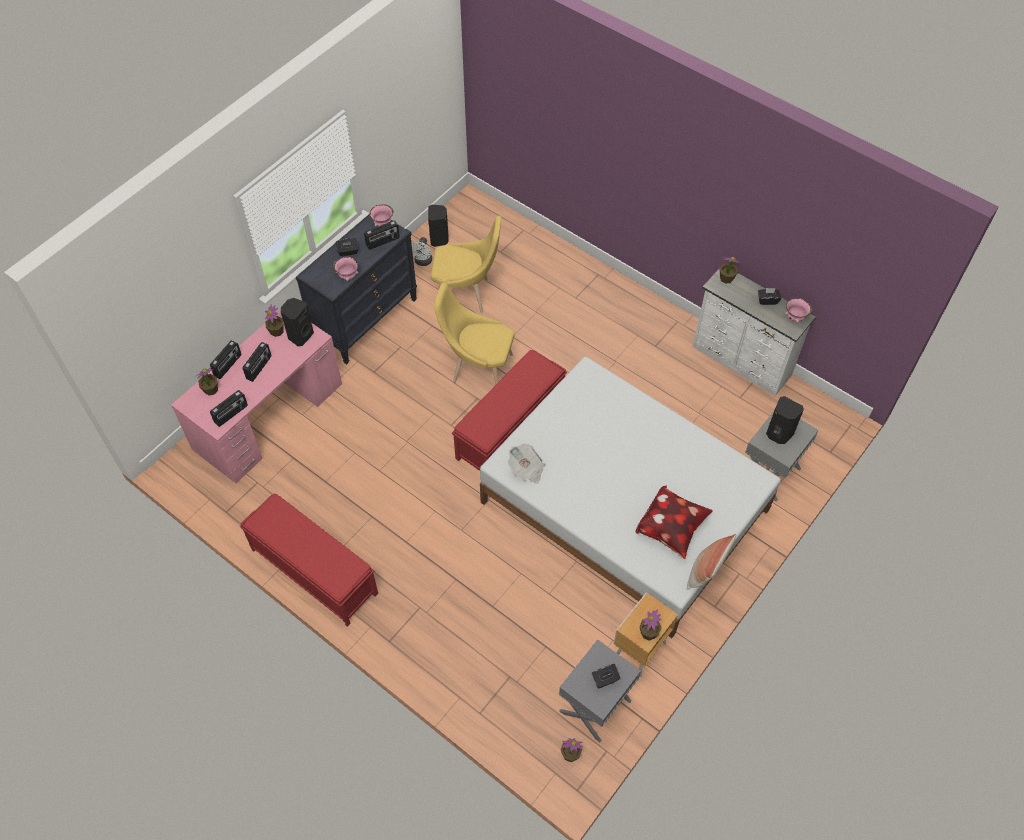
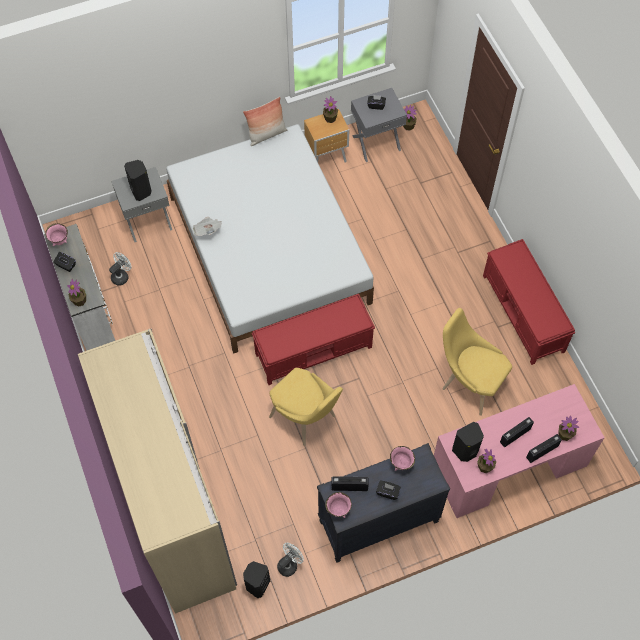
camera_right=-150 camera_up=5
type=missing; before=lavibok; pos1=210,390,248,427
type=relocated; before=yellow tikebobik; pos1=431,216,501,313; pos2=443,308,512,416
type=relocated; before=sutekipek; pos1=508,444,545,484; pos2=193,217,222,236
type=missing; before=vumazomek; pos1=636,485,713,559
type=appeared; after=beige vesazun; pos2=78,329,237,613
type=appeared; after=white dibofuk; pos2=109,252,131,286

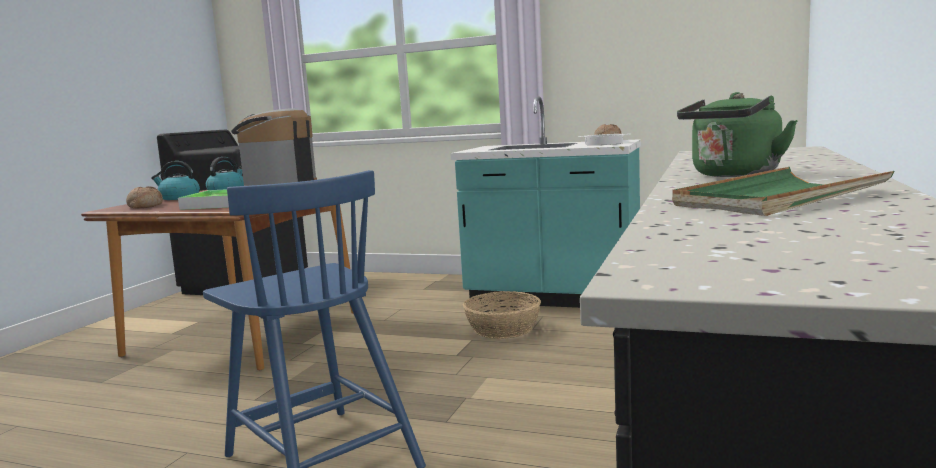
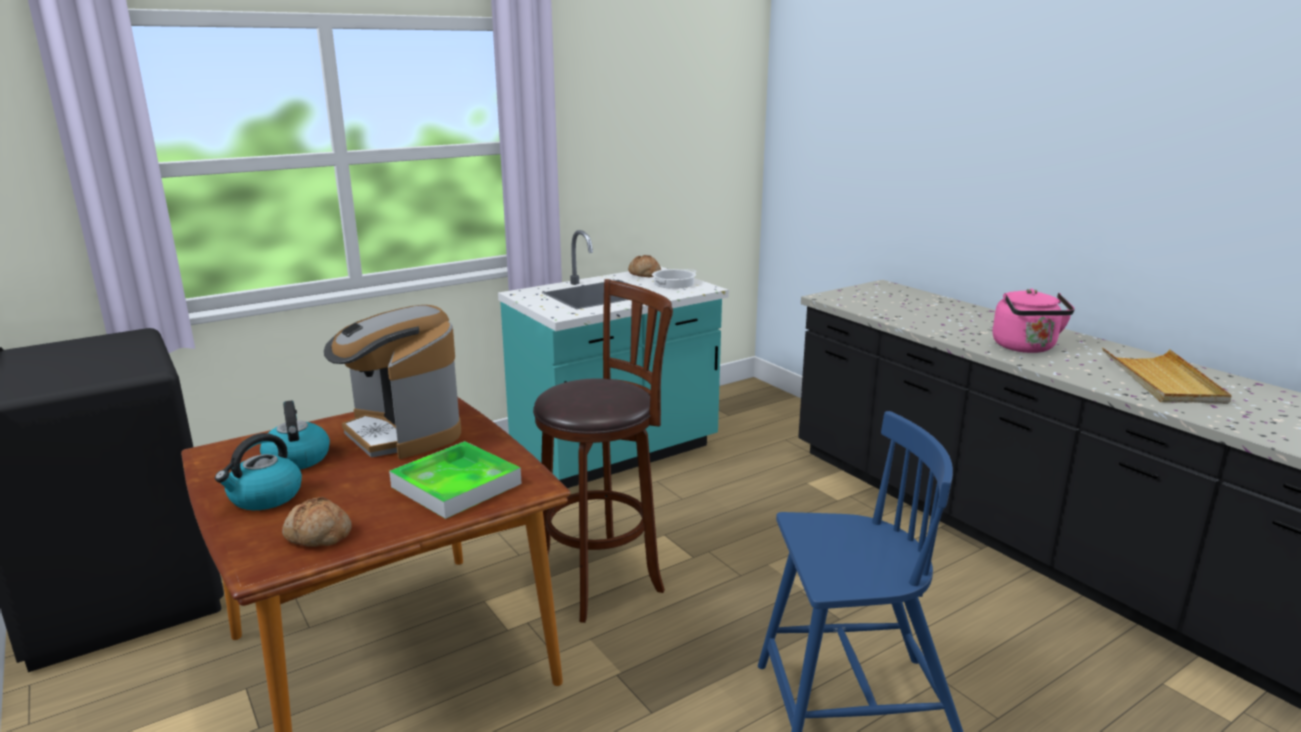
camera_right=-55 camera_up=10
type=missing; before=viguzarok; pos1=463,291,541,339
type=colour; before=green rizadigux; after=beige rizadigux; pos1=672,167,895,216; pos2=1102,348,1232,404
type=colour; before=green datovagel; after=pink datovagel; pos1=677,92,798,177; pos2=992,289,1075,353
type=appeared; after=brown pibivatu; pos2=533,279,673,623

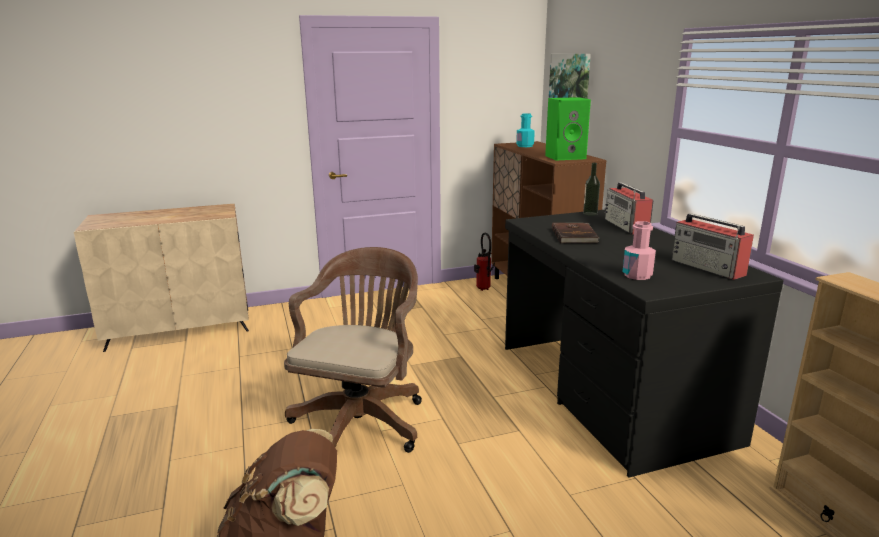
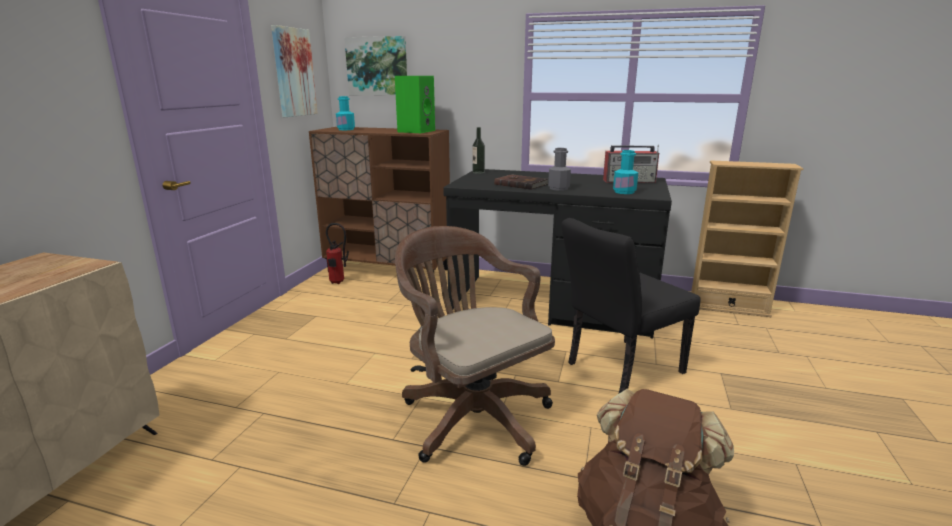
camera_right=-55 camera_up=0
type=missing; before=lavibok; pos1=604,182,653,235
type=colour; before=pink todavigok; after=turquoise todavigok; pos1=623,221,656,280; pos2=613,150,638,194
type=appeared; after=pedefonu; pos2=271,25,318,117
type=appeared; after=grey todavigok; pos2=548,148,571,191
type=appeared; after=black tikebobik; pos2=561,218,701,393

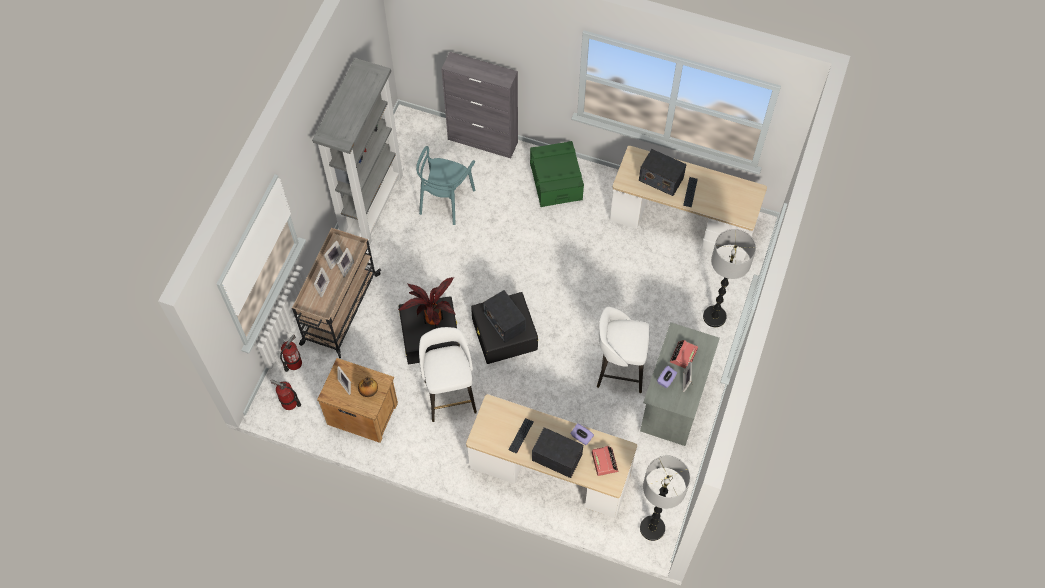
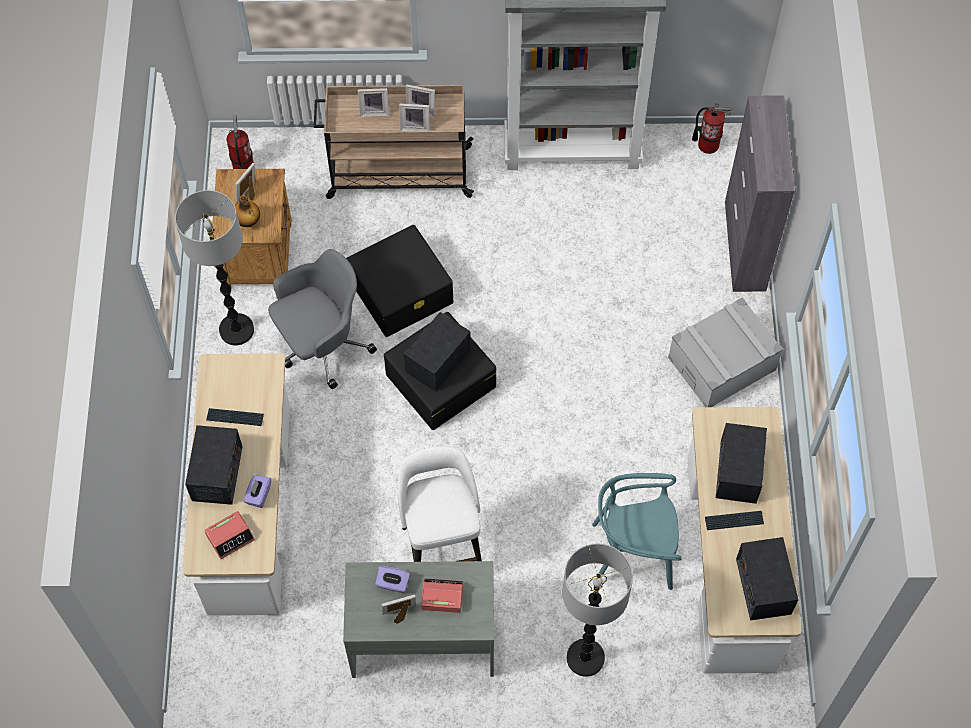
camera_right=70 camera_up=0
type=relocated; before=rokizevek; pos1=280,334,302,372; pos2=692,104,732,154
type=missing; before=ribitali; pos1=398,277,456,329
type=relocated; before=turquoise tikebobik; pos1=416,146,475,225; pos2=592,473,682,590
type=exchanged; before=white pibivatu; after=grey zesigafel; pos1=419,327,477,422; pos2=268,249,377,389
type=colour; before=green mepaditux; after=grey mepaditux; pos1=530,141,584,207; pos2=668,297,783,407
type=relocated; before=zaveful; pos1=640,456,690,541; pos2=175,190,254,345
type=appeared; after=lavibok; pos2=736,537,799,621

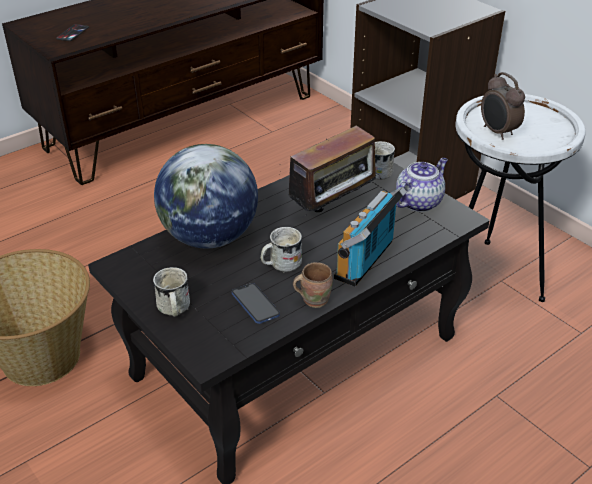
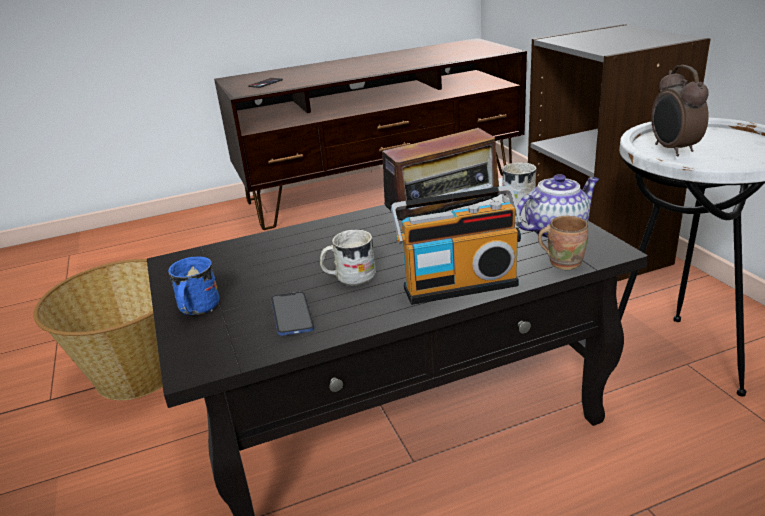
camera_right=20 camera_up=-10
type=colour; before=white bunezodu; after=blue bunezodu; pos1=153,267,190,317; pos2=168,256,219,315
type=missing; before=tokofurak; pos1=154,144,258,249
type=relocated; before=brown bunezodu; pos1=293,262,333,308; pos2=538,216,588,270
type=spun; before=lavibok; pos1=334,186,407,287; pos2=391,185,522,305; turn=-150

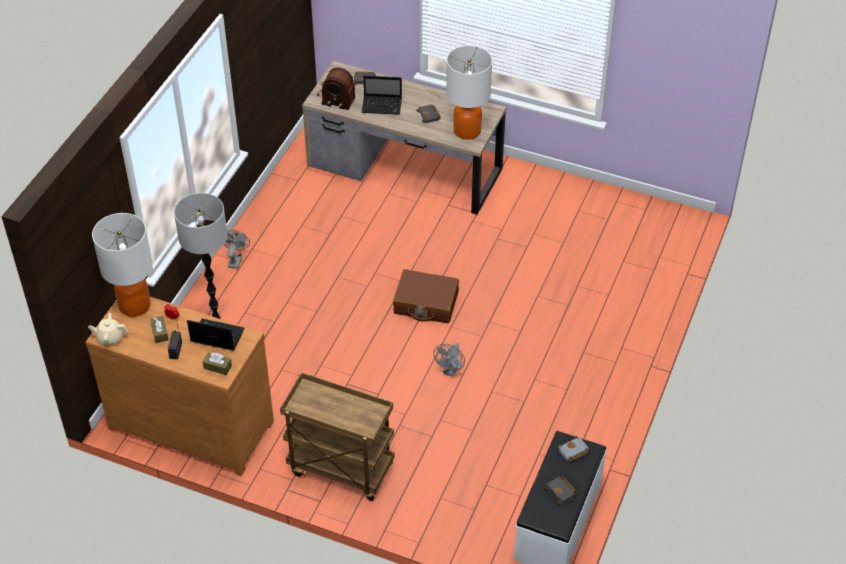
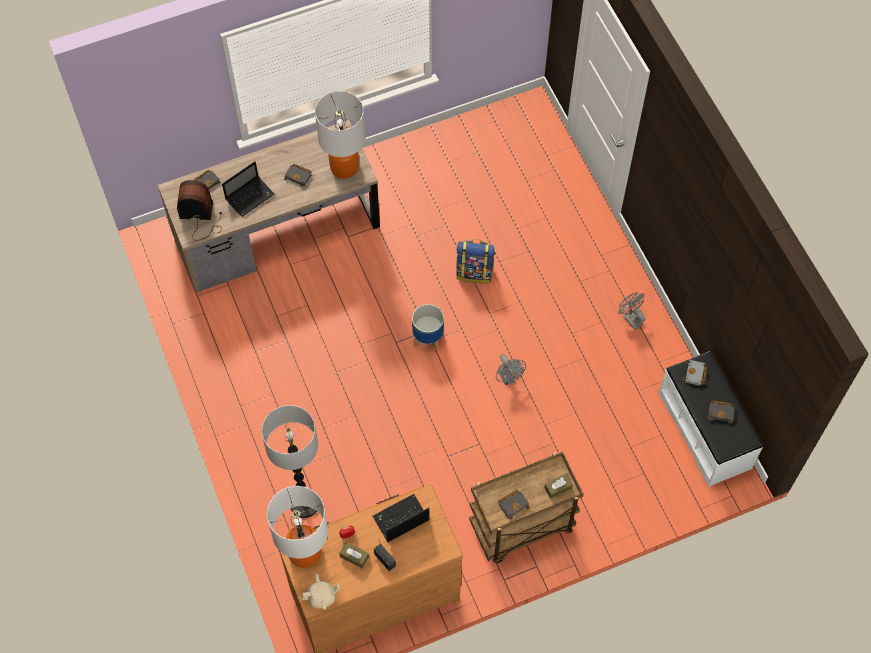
camera_right=-45 camera_up=15
type=spun; before=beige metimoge; pos1=88,313,128,345; pos2=301,573,340,610; turn=-150
type=relocated; before=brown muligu; pos1=203,353,232,375; pos2=544,474,573,499
type=relocated; before=grey dibofuk; pos1=224,230,250,269; pos2=618,293,646,330
type=spun; before=lavibok; pos1=317,68,355,110; pos2=177,180,222,240; turn=-150
type=exchanged; before=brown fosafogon; after=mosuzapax; pos1=393,269,459,323; pos2=412,304,444,351
type=appeared; after=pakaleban; pos2=456,239,495,283
type=appeared; after=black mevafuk; pos2=498,490,530,519

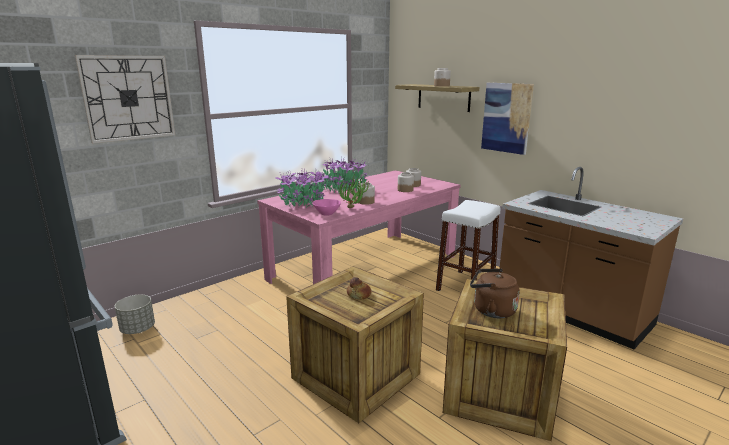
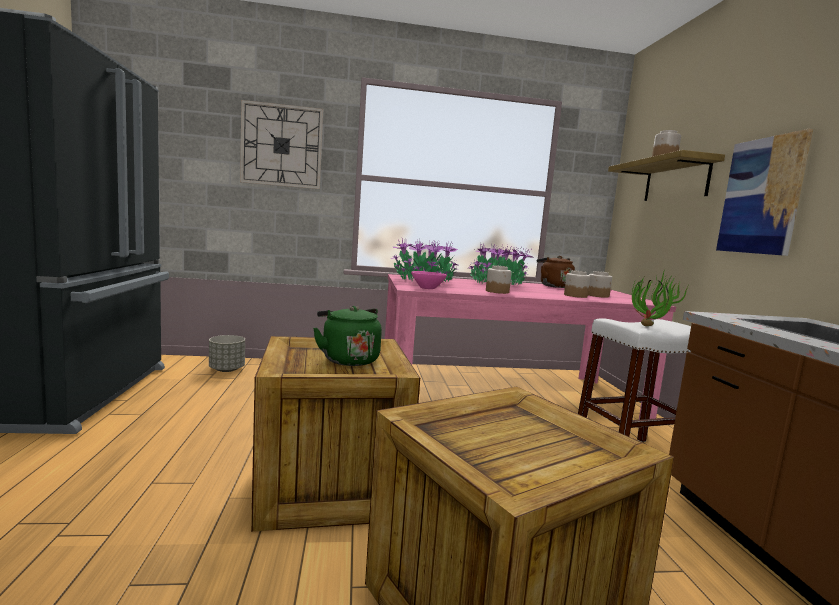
camera_right=35 camera_up=-10
type=relocated; before=ribitali; pos1=339,173,369,208; pos2=632,270,689,326
type=exchanged; before=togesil; after=green datovagel; pos1=347,277,371,300; pos2=313,306,382,366
type=relocated; before=brown datovagel; pos1=470,268,520,318; pos2=537,256,575,288

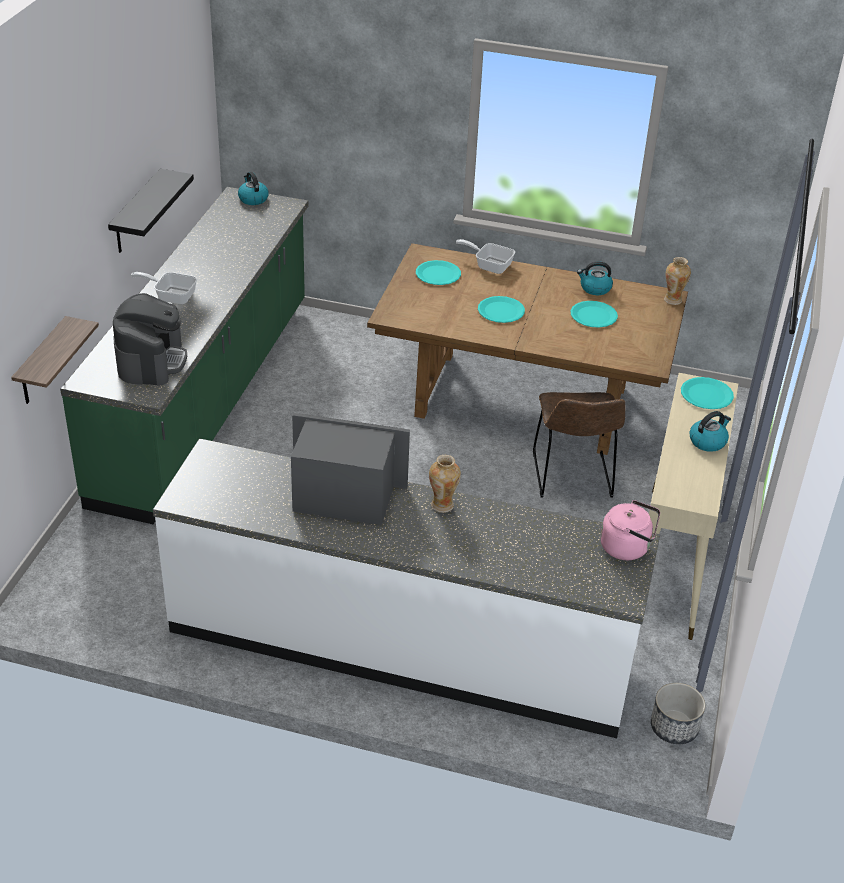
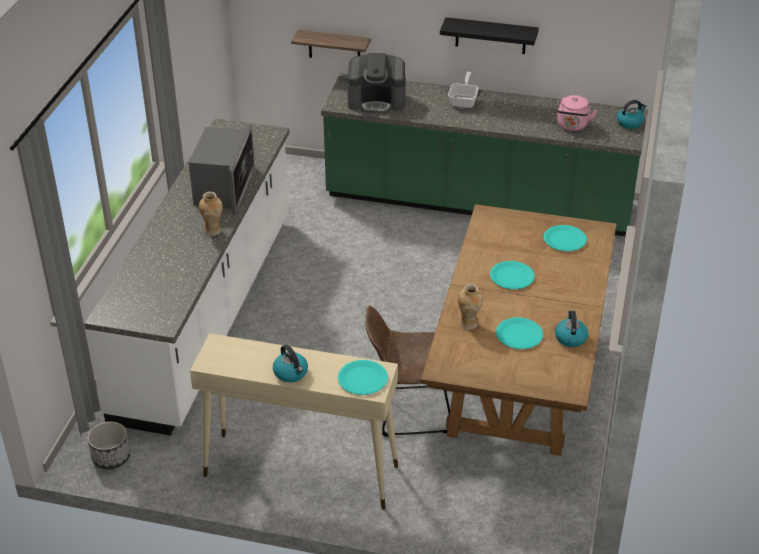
camera_right=90 camera_up=0
type=missing; before=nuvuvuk; pos1=456,239,515,274
type=relocated; before=pink datovagel; pos1=601,500,660,560; pos2=557,95,598,131
type=relocated; before=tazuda; pos1=664,257,691,305; pos2=458,284,483,330

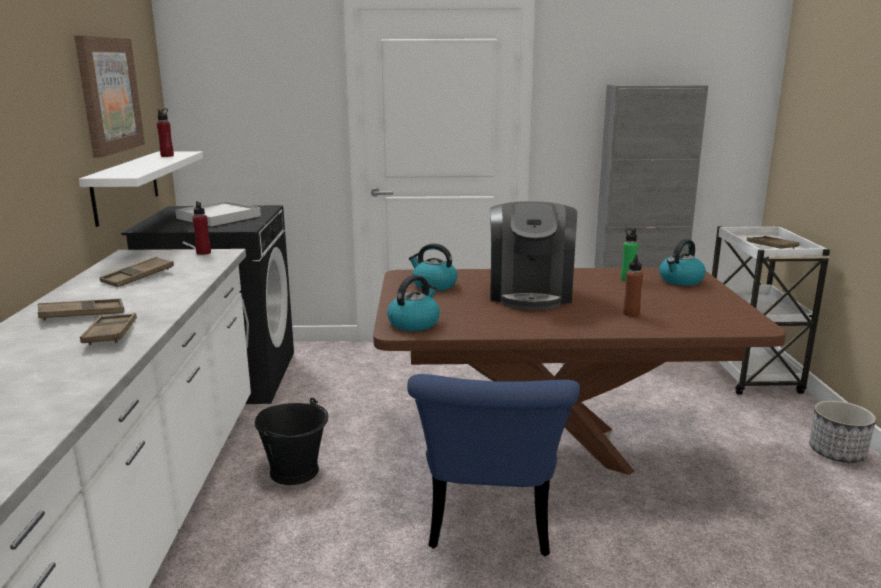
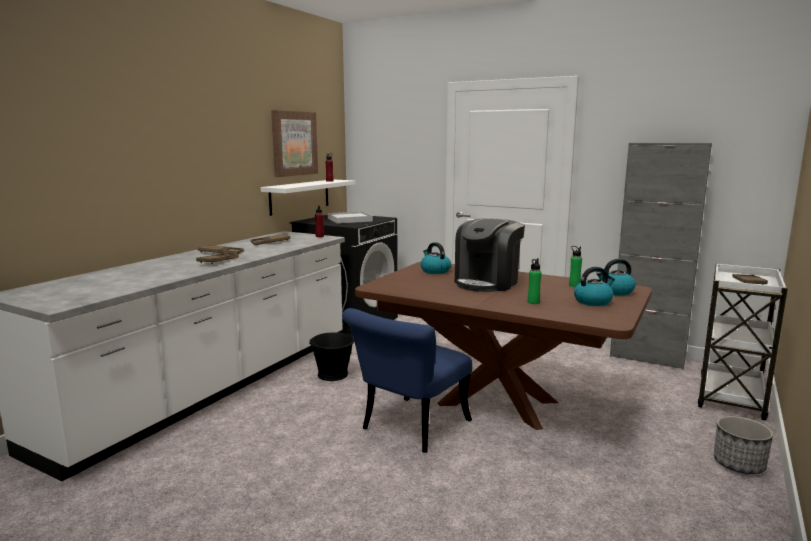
camera_right=30 camera_up=-5
type=relocated; before=datovagel; pos1=387,275,440,331; pos2=574,267,615,306
type=colour; before=brown todavigok; after=green todavigok; pos1=623,255,643,317; pos2=527,258,541,304

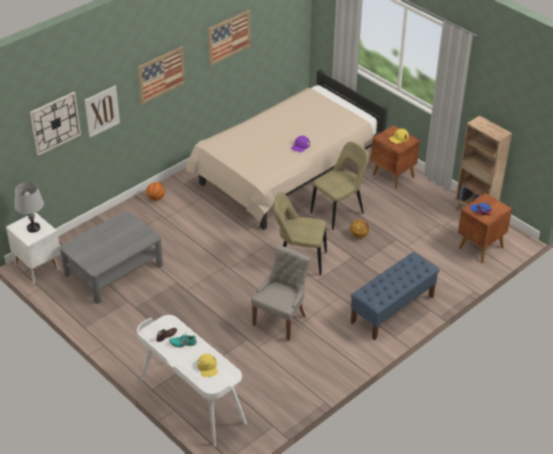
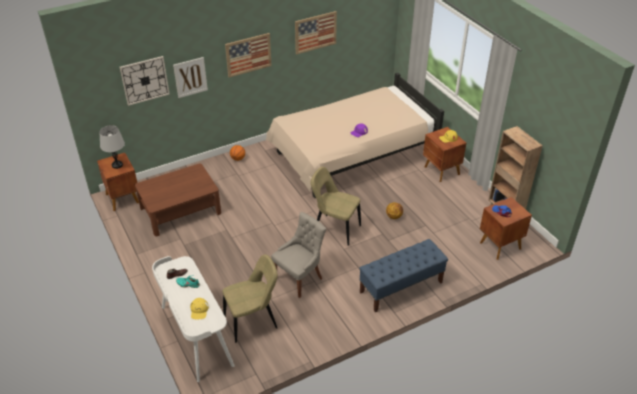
camera_right=15 camera_up=0
type=colour; before=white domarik; after=brown domarik; pos1=6,213,61,284; pos2=97,153,139,211
type=colour; before=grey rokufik; after=brown rokufik; pos1=60,211,163,304; pos2=135,163,221,236
type=relocated; before=beige tikebobik; pos1=311,141,370,230; pos2=223,254,278,343

